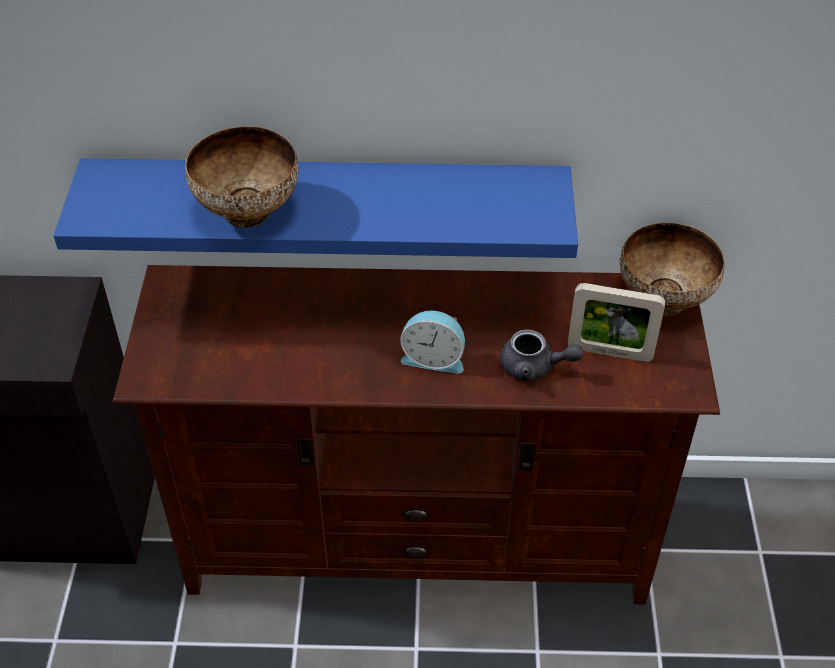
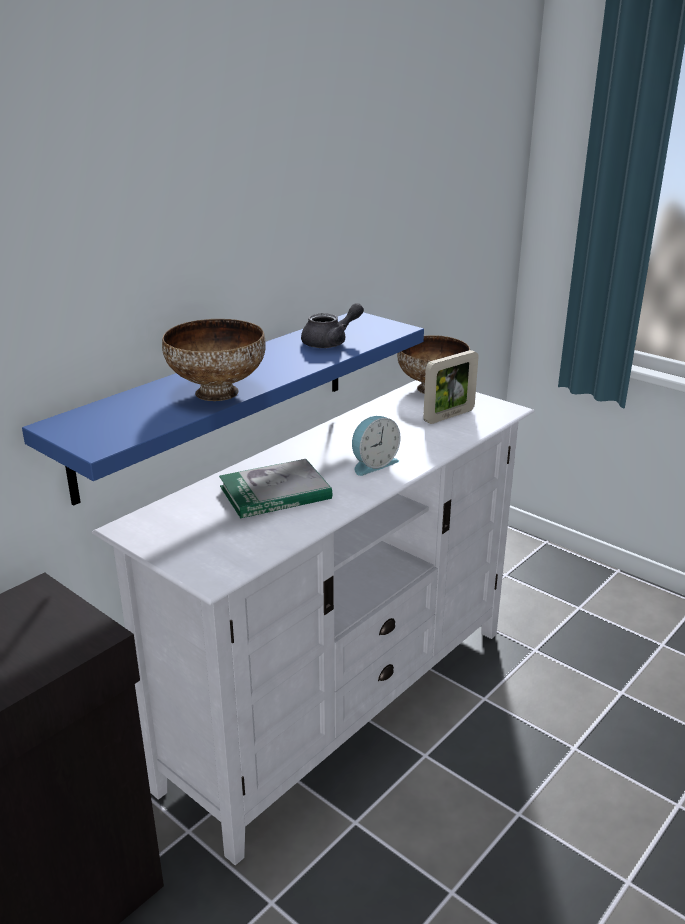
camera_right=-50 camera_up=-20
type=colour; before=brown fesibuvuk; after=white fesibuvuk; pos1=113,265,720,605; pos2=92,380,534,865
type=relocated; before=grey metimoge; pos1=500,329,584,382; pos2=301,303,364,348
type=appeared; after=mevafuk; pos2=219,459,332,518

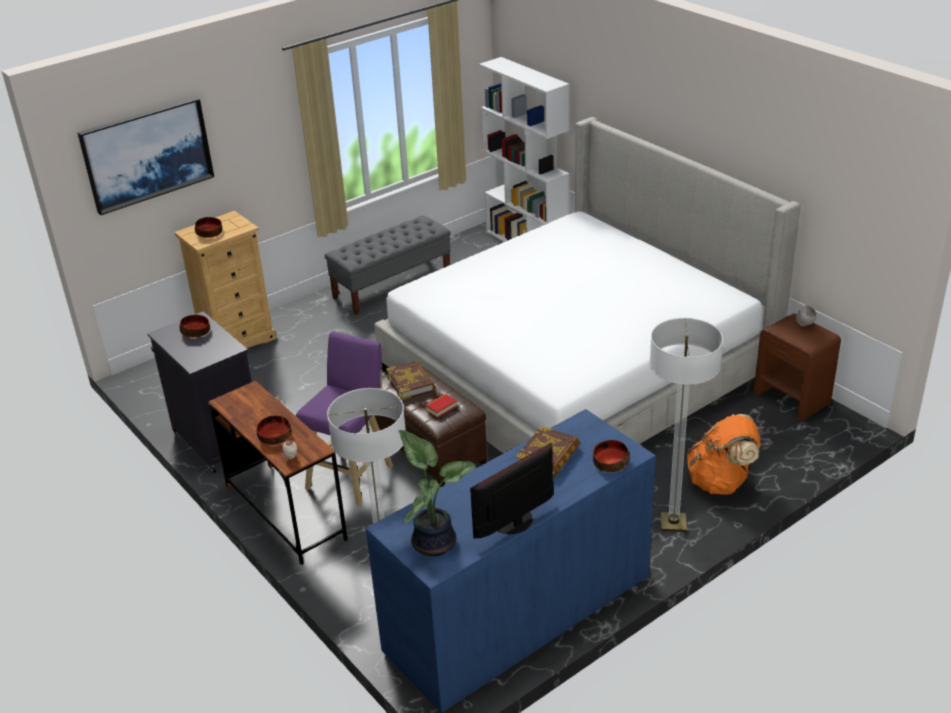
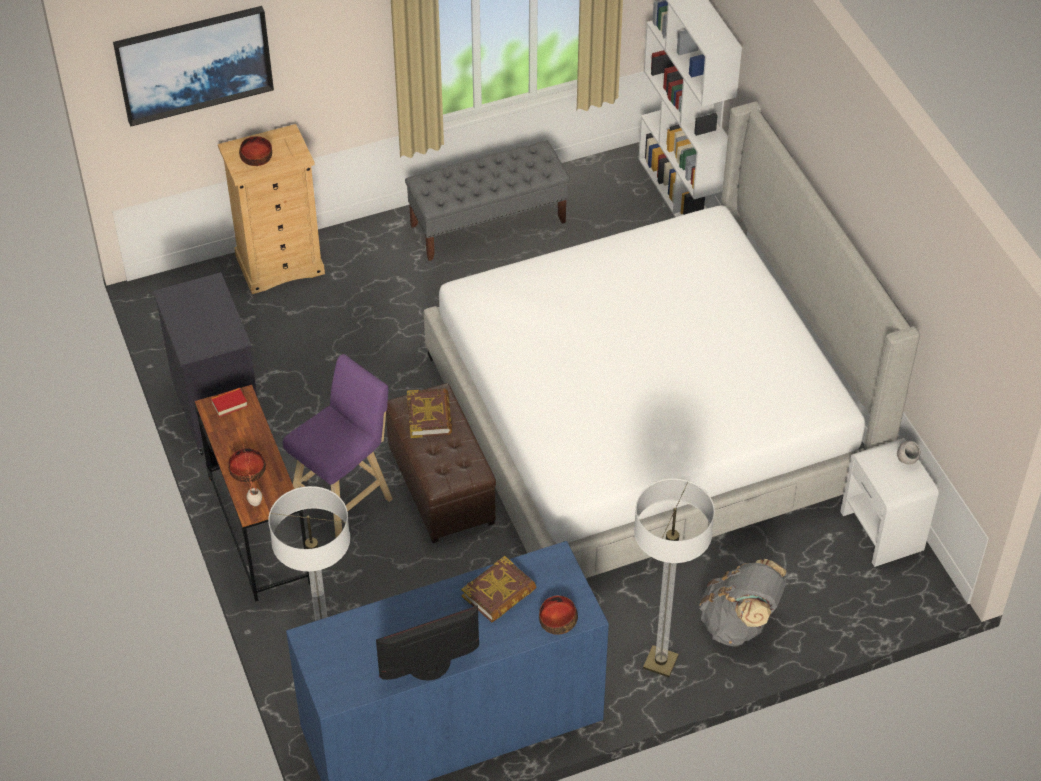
camera_right=15 camera_up=15
type=missing; before=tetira; pos1=180,315,210,338
type=missing; before=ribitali; pos1=398,430,477,556
type=relocated; before=mevafuk; pos1=425,394,457,418; pos2=211,388,248,417
type=colour; before=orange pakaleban; after=grey pakaleban; pos1=687,414,761,495; pos2=699,559,787,647
type=colour; before=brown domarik; after=white domarik; pos1=753,313,841,421; pos2=840,438,938,567

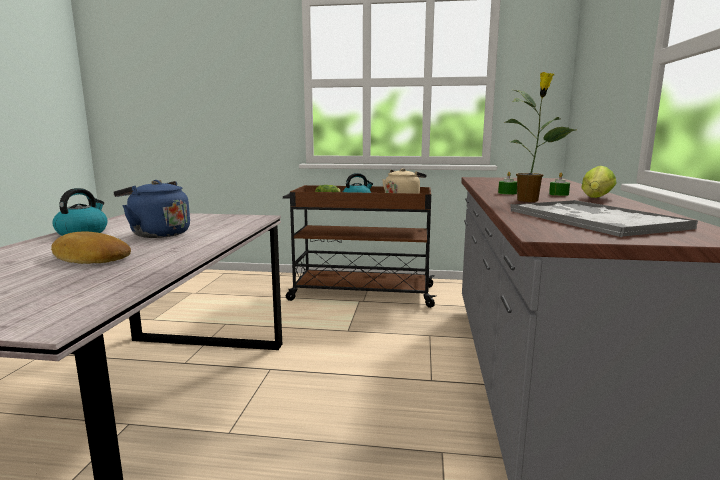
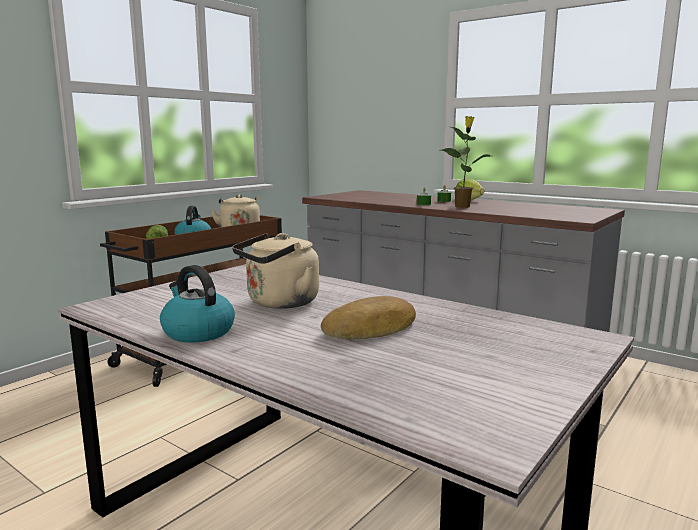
camera_right=-60 camera_up=0
type=colour; before=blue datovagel; after=beige datovagel; pos1=113,180,190,238; pos2=232,233,319,309
type=missing; before=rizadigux; pos1=511,200,698,237

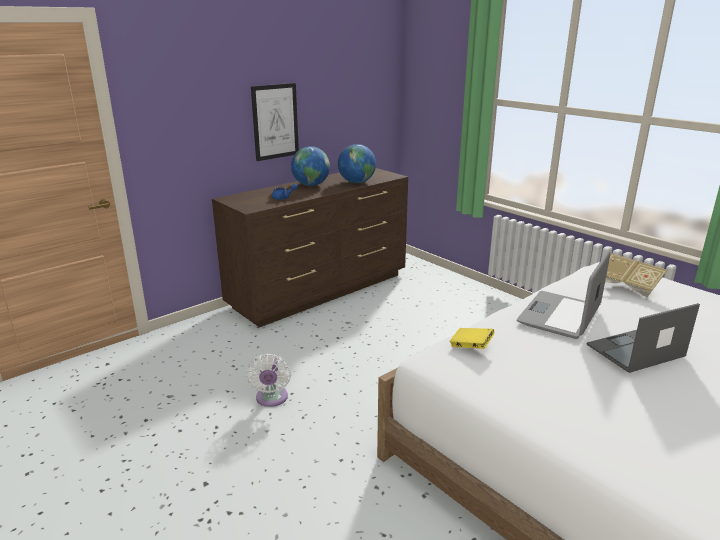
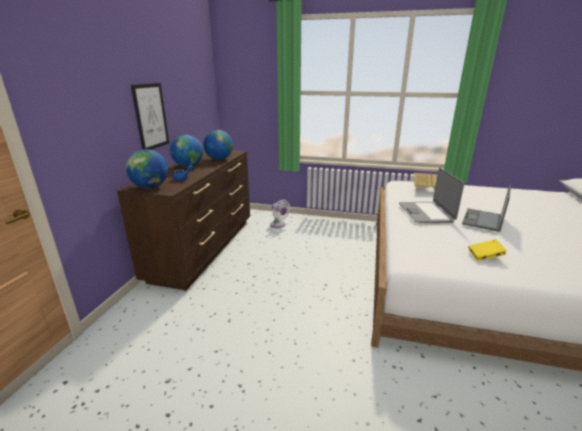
camera_right=-35 camera_up=0
type=relocated; before=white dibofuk; pos1=246,354,291,407; pos2=270,200,291,228
type=relocated; before=yellow mevafuk; pos1=449,328,495,349; pos2=468,239,507,261
type=appeared; after=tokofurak; pos2=126,149,168,189

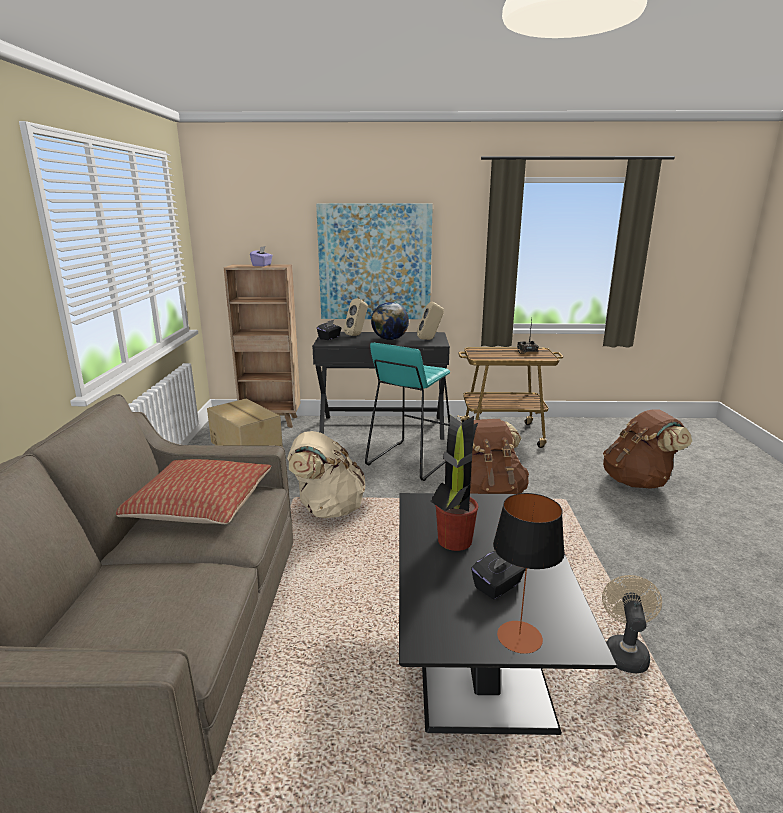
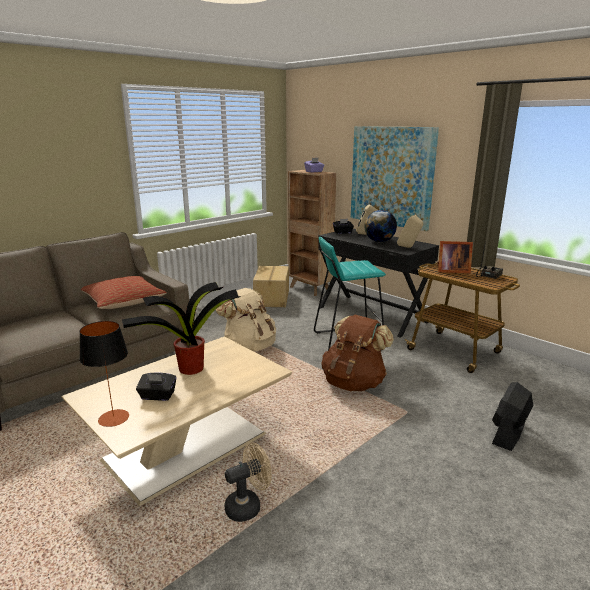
camera_right=45 camera_up=0
type=colour; before=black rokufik; after=beige rokufik; pos1=399,493,617,735; pos2=62,337,292,506
type=exchanged; before=brown pakaleban; after=black dibofuk; pos1=603,409,692,489; pos2=492,382,533,451
type=appeared; after=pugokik; pos2=438,241,473,273

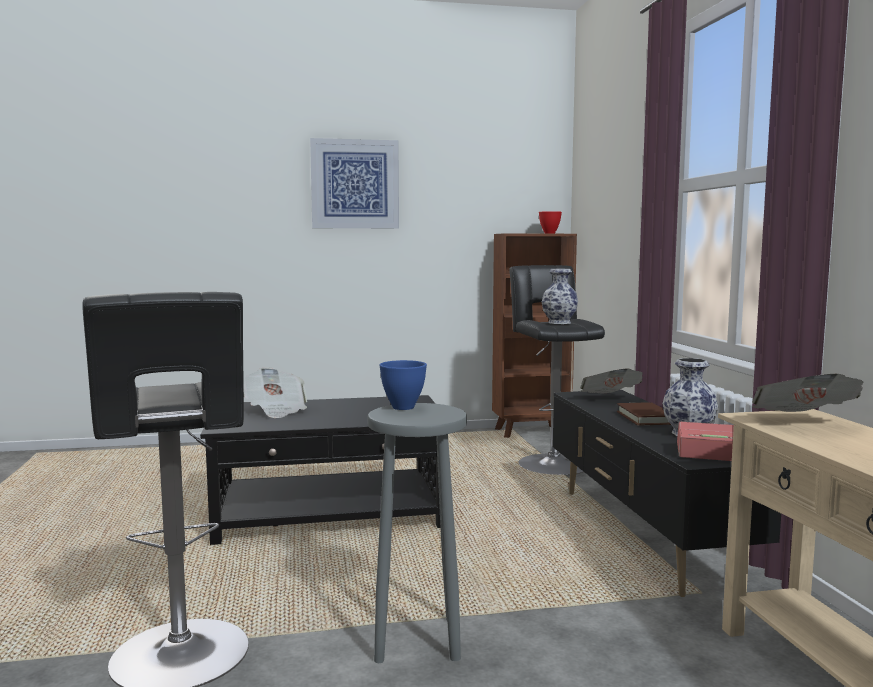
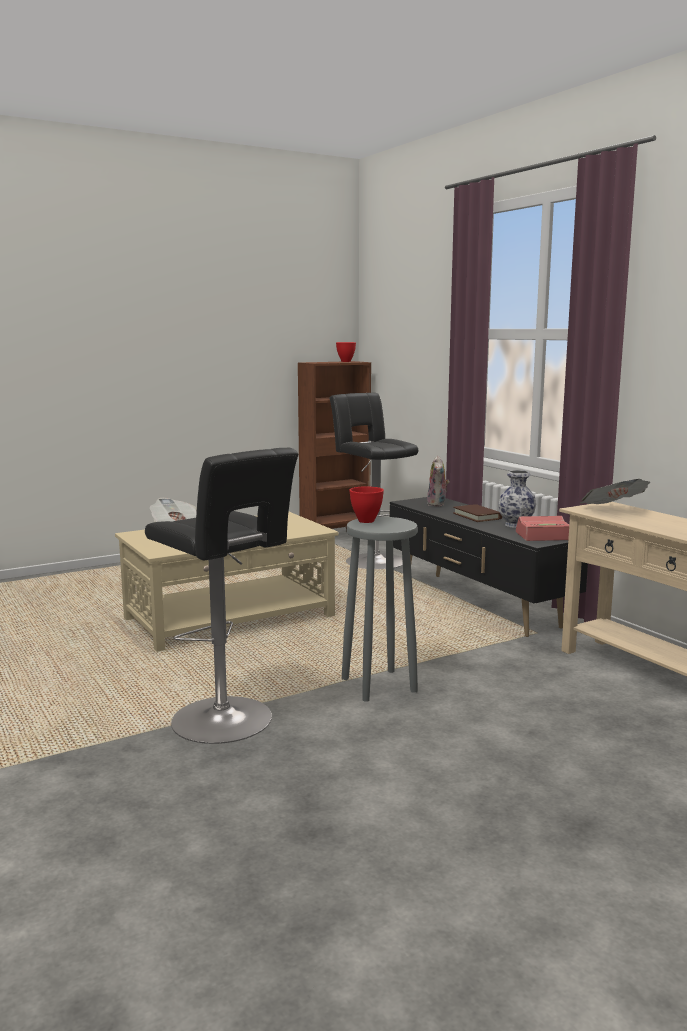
camera_right=-20 camera_up=5
type=colour; before=black rokufik; after=beige rokufik; pos1=200,395,440,545; pos2=115,512,339,652
type=missing; before=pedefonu; pos1=310,138,399,228
type=colour; before=blue tetira; after=red tetira; pos1=380,360,427,410; pos2=349,486,384,523
type=missing; before=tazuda; pos1=542,269,578,324
type=exchanged; before=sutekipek; after=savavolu; pos1=580,369,643,393; pos2=427,456,449,506

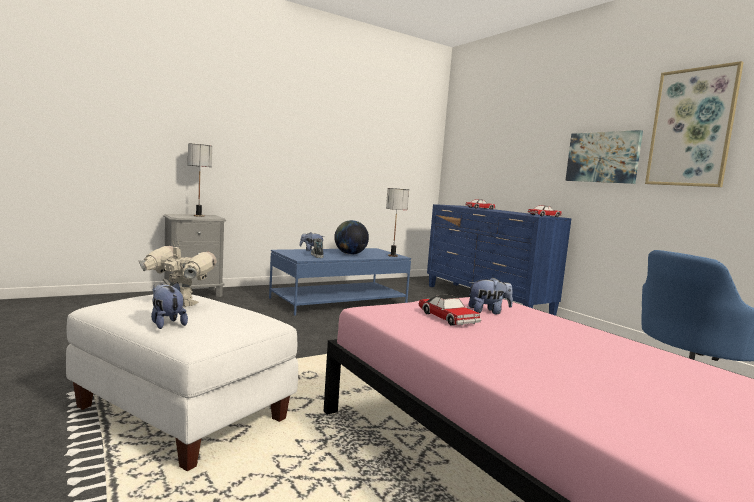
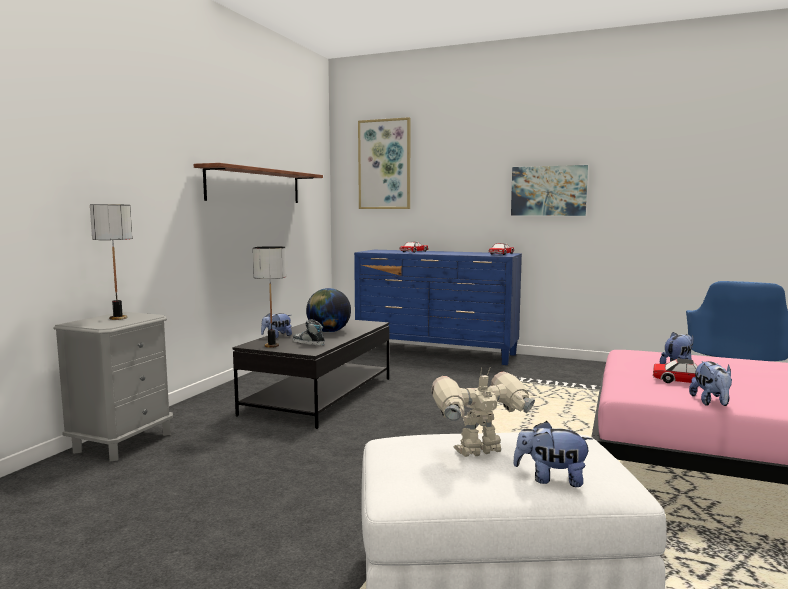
camera_right=-35 camera_up=0
type=colour; before=blue rokufik; after=black rokufik; pos1=269,248,411,316; pos2=233,319,389,429
type=relocated; before=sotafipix; pos1=386,188,409,257; pos2=253,246,286,348
type=relocated; before=pedefonu; pos1=645,61,744,187; pos2=358,117,410,209
type=appeared; after=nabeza; pos2=194,163,323,203
type=appeared; after=savavolu; pos2=689,361,732,406

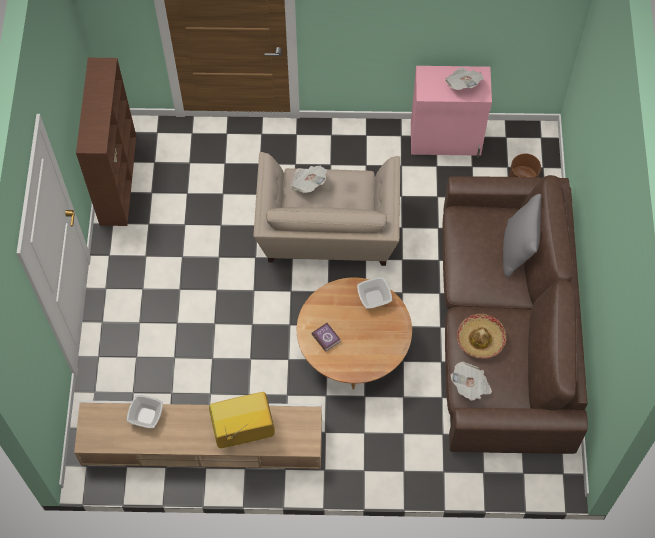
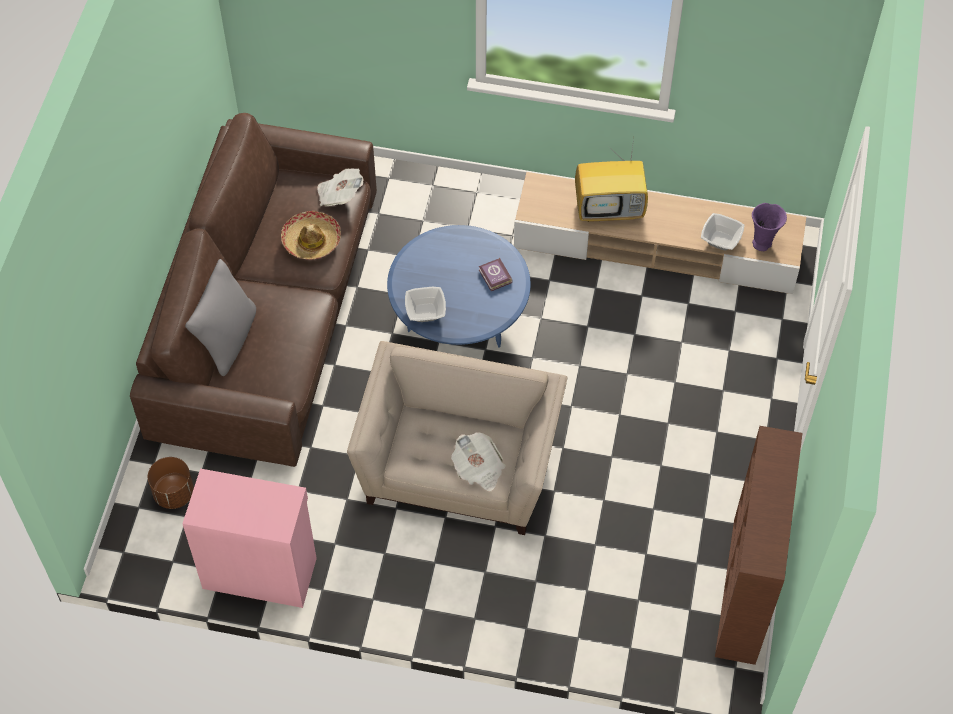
camera_right=-170 camera_up=-5
type=colour; before=brown rokufik; after=blue rokufik; pos1=297,278,412,389; pos2=387,225,530,348
type=missing; before=sutekipek; pos1=444,67,484,90
type=appeared; after=purple tazuda; pos2=752,203,787,251

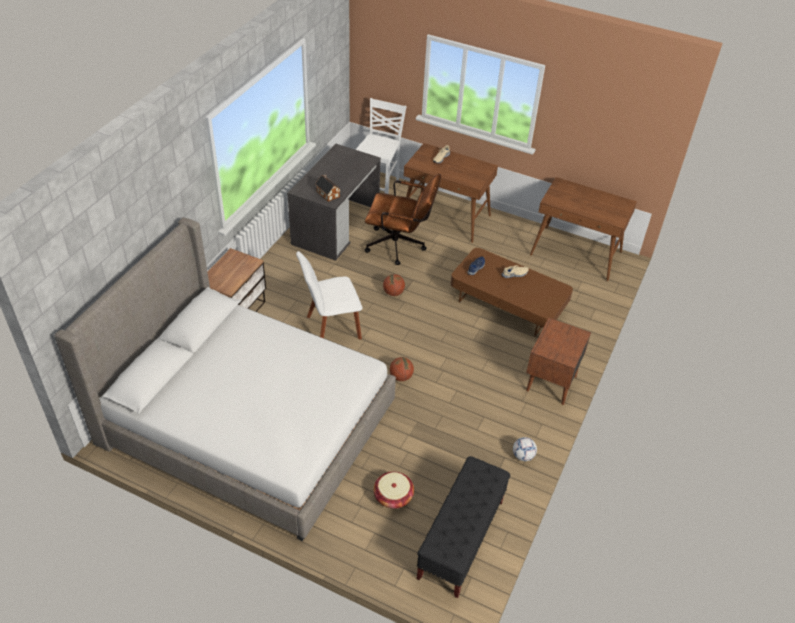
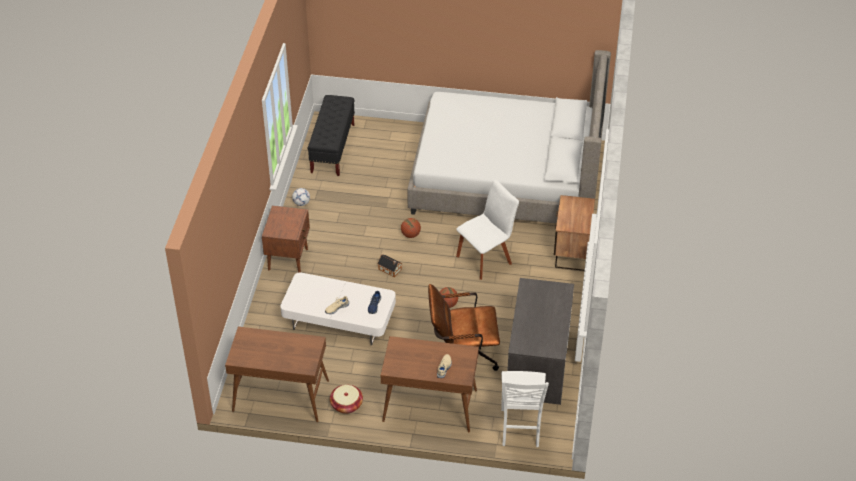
camera_right=165 camera_up=0
type=relocated; before=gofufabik; pos1=315,174,340,202; pos2=378,254,403,277
type=relocated; before=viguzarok; pos1=373,471,414,509; pos2=330,385,363,414
type=colour; before=brown rokufik; after=white rokufik; pos1=451,248,573,337; pos2=280,272,396,346

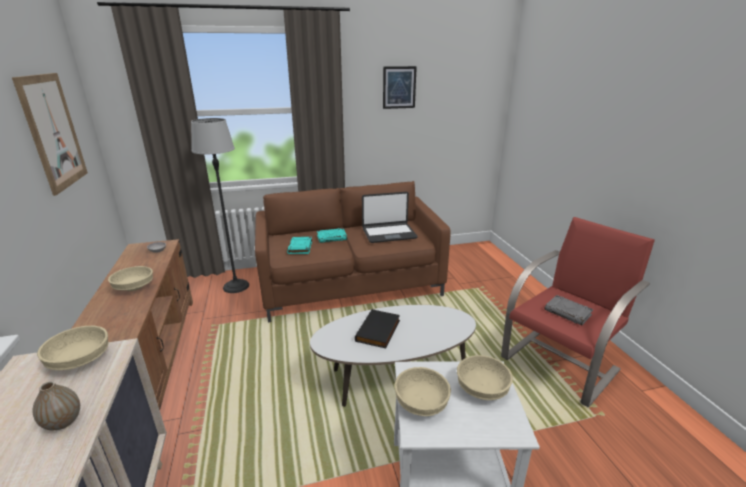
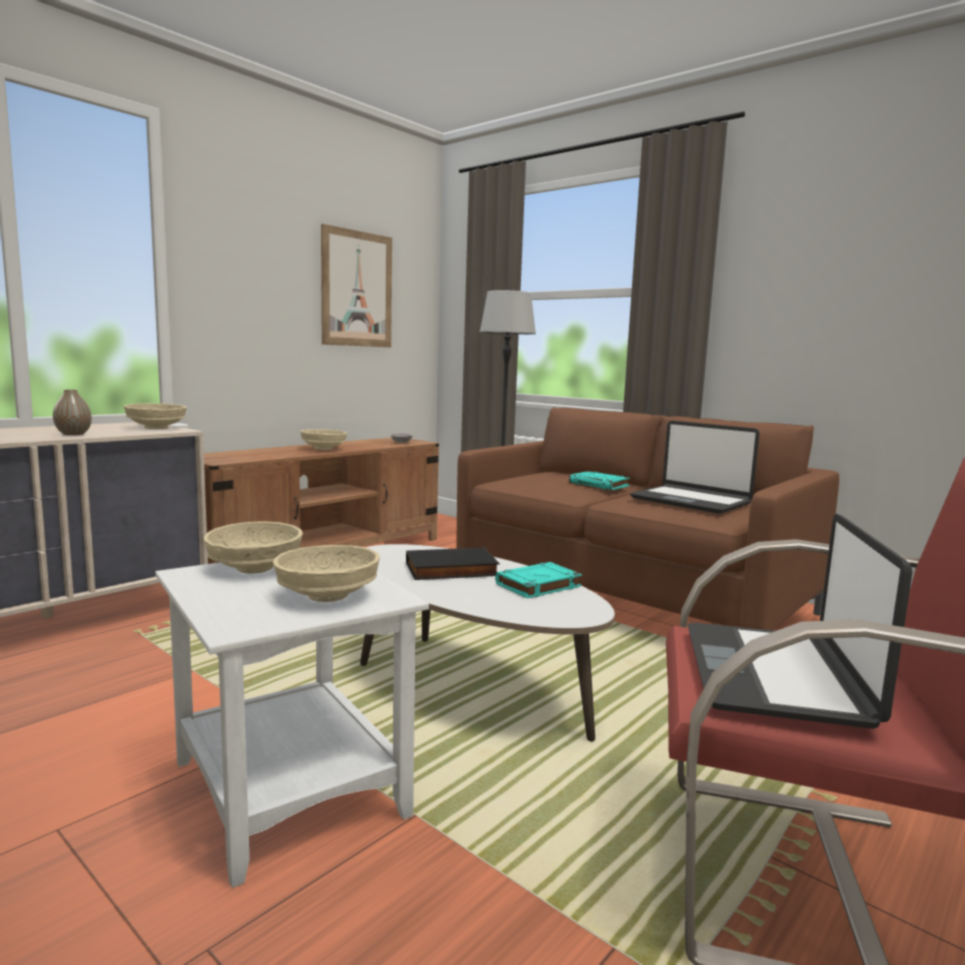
camera_right=55 camera_up=-15
type=relocated; before=turquoise mevafuk; pos1=287,237,312,254; pos2=495,562,582,598
type=missing; before=pedefonu; pos1=383,66,417,109
type=exchanged; before=grey mevafuk; after=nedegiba; pos1=545,295,594,325; pos2=688,514,913,729

